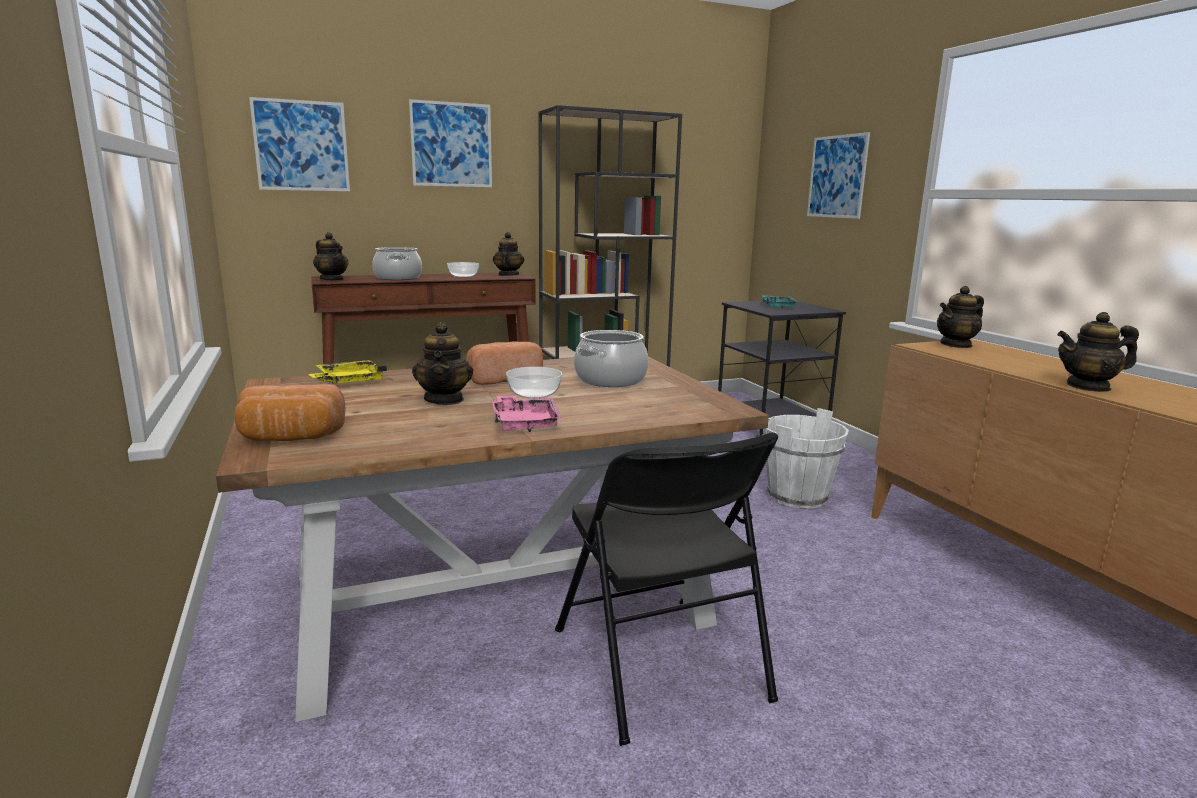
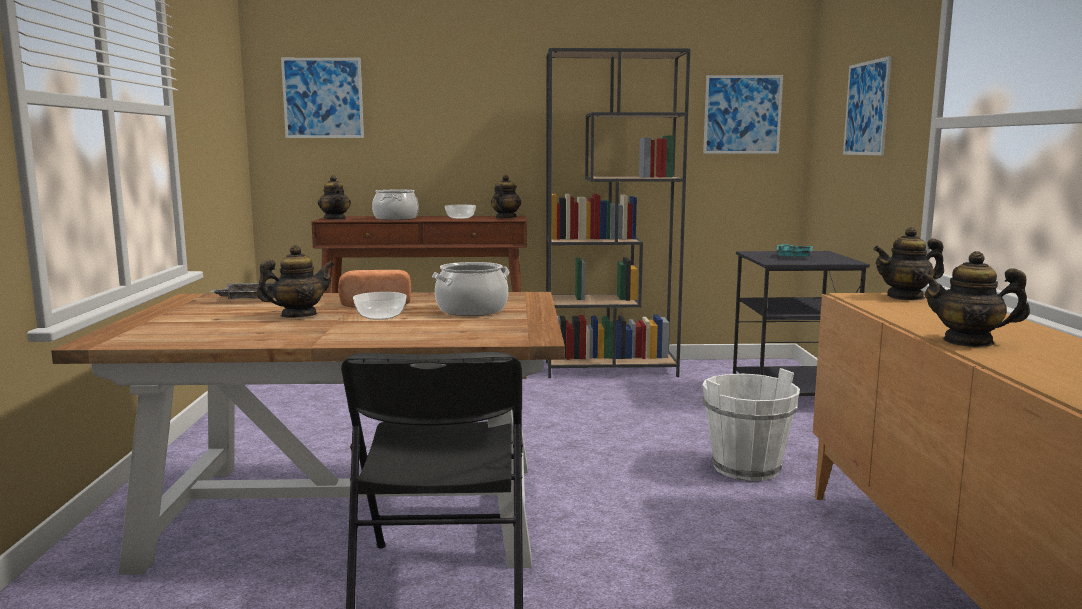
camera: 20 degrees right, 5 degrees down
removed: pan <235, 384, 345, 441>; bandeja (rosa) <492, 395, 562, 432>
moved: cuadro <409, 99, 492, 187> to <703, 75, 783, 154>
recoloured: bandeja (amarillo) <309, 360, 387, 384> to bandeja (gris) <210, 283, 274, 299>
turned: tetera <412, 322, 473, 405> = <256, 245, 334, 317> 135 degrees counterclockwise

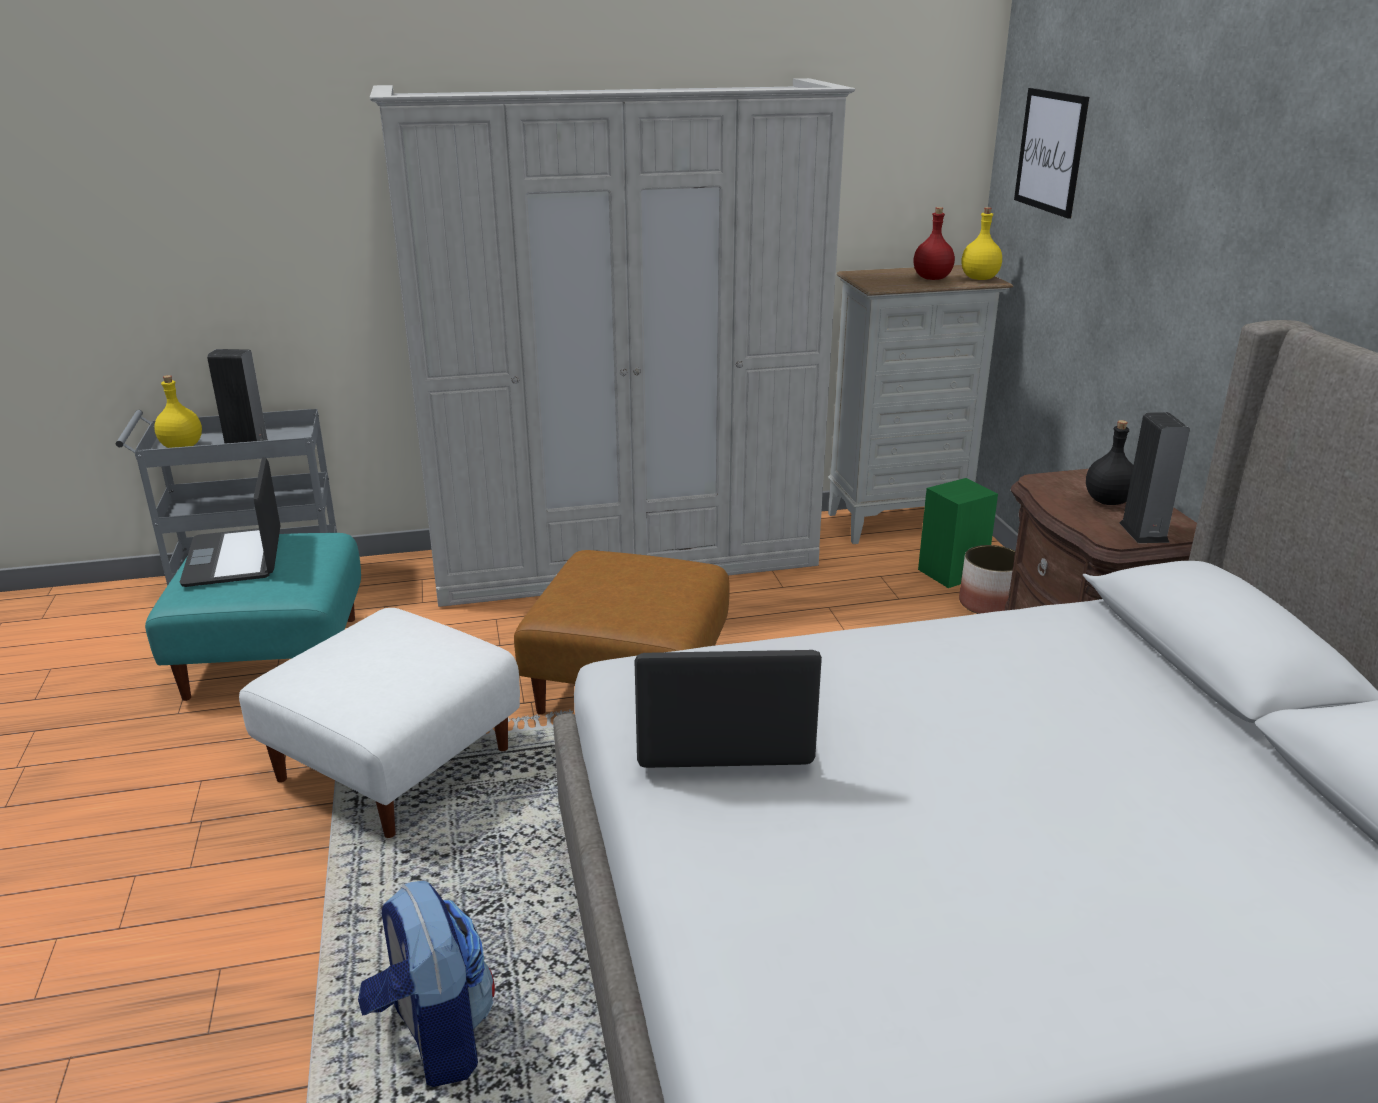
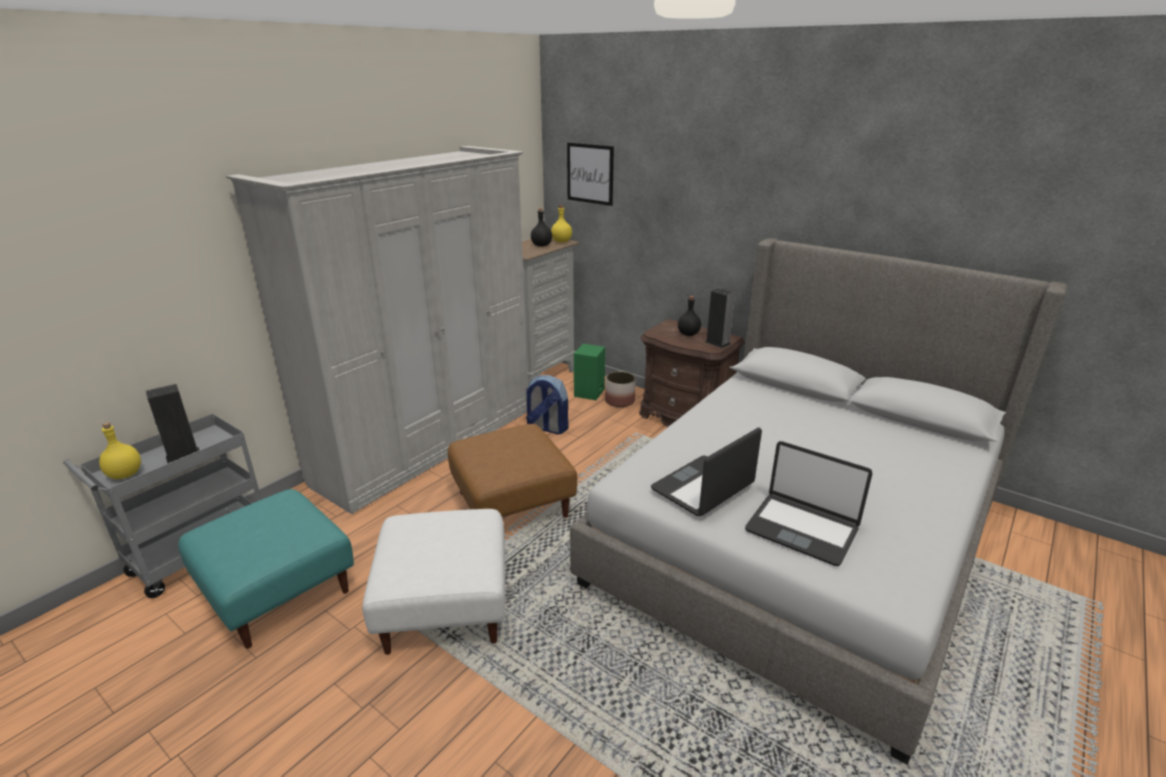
camera: 40 degrees left, 0 degrees up
moved: portátil <180, 457, 281, 587> to <745, 441, 872, 566>; mochila <358, 881, 495, 1087> to <526, 375, 569, 435>
recoloured: botella (rojo) <914, 207, 955, 280> to botella (negro) <531, 208, 552, 247>

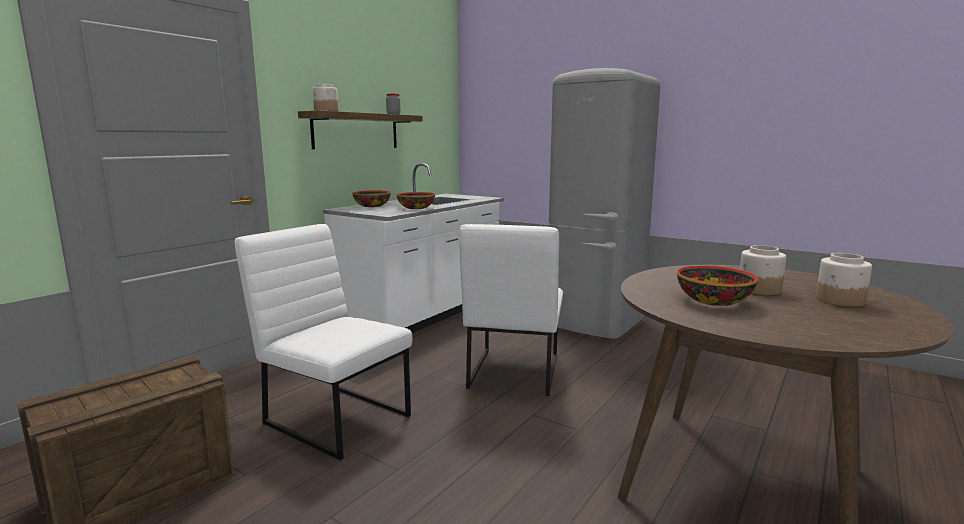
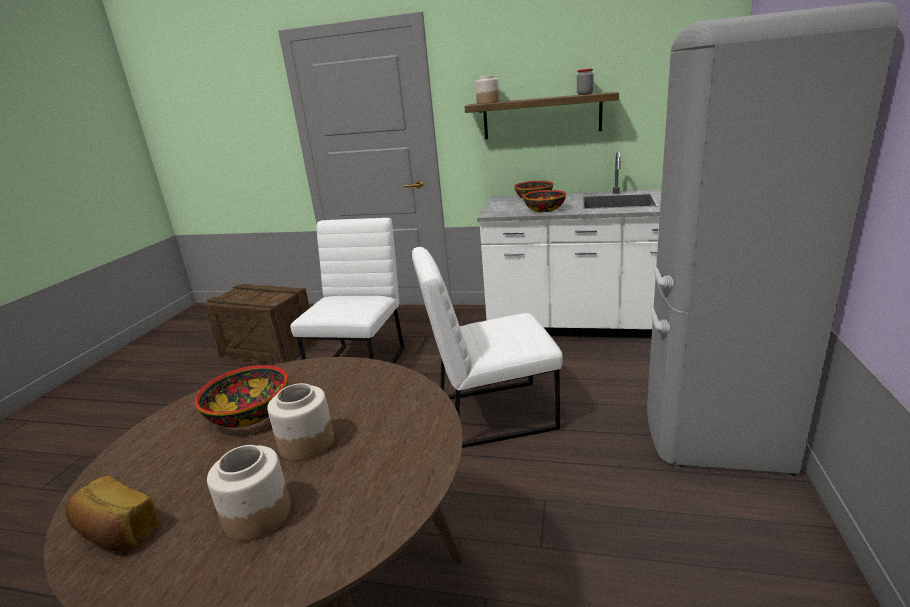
camera: 70 degrees right, 10 degrees up
added: pan <65, 476, 159, 551>

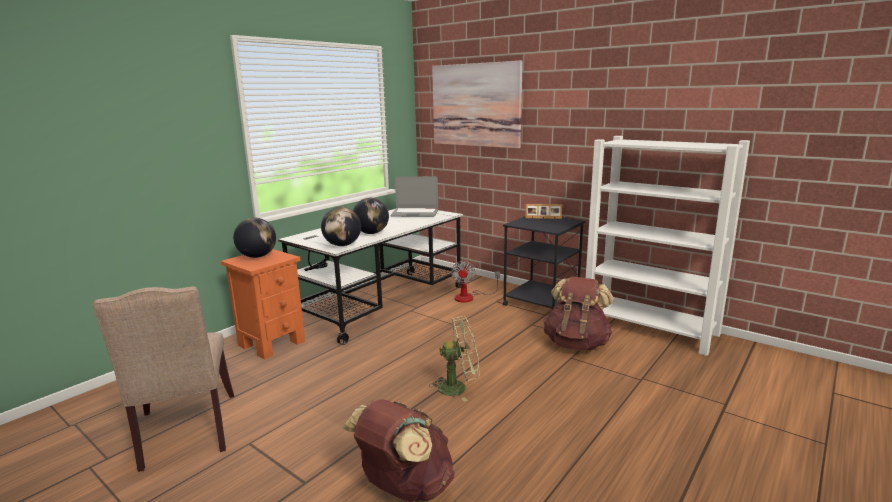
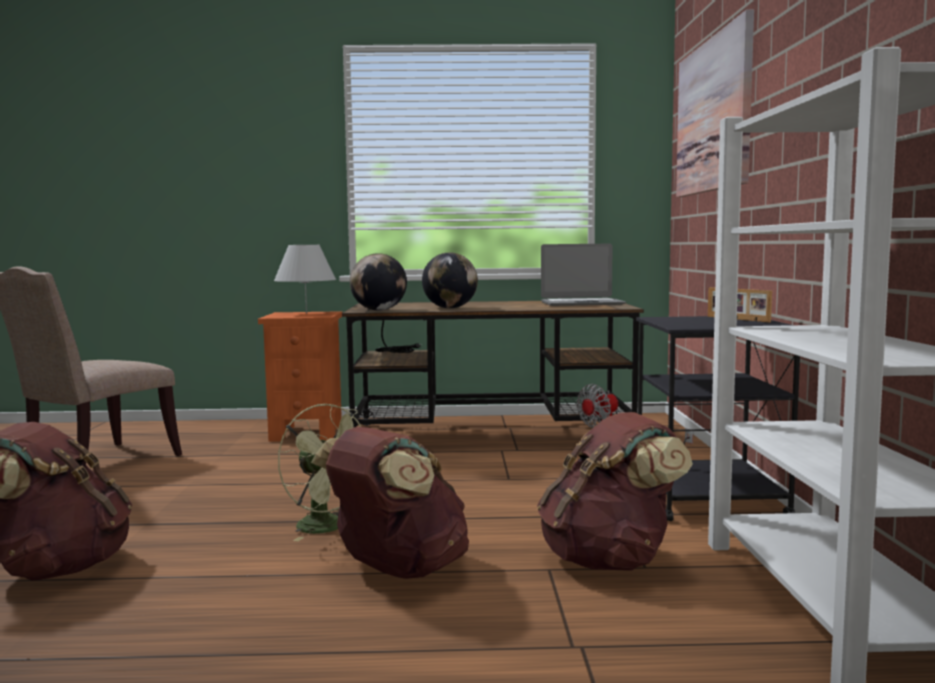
camera: 50 degrees right, 10 degrees down
added: mochila (marrón) <311, 427, 469, 579>
replaced: globo terráqueo <233, 218, 276, 258> to lámpara de mesa (blanco) <274, 245, 336, 314>
recoloured: escritorio (blanco) <278, 208, 463, 345> to escritorio (marrón) <342, 301, 644, 427>
turned: portátil <390, 176, 438, 217> = <541, 244, 626, 306> 60 degrees counterclockwise

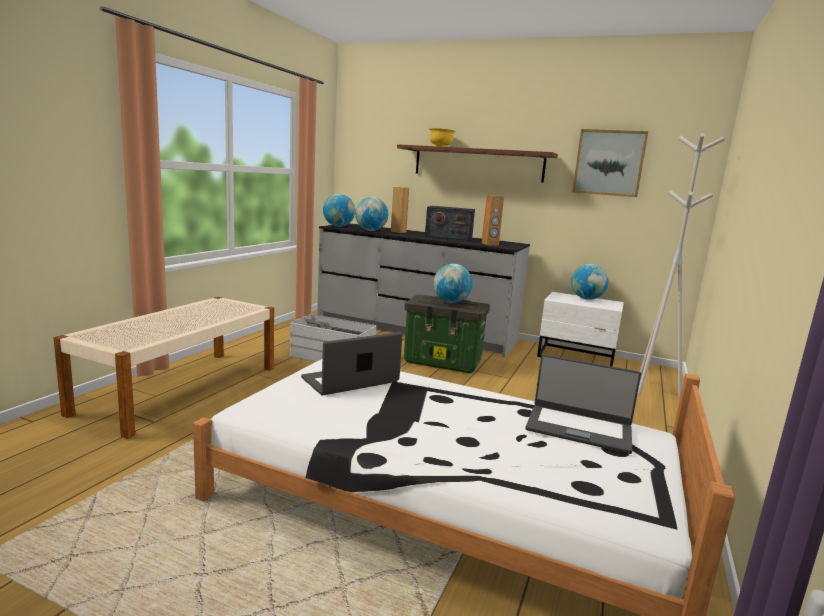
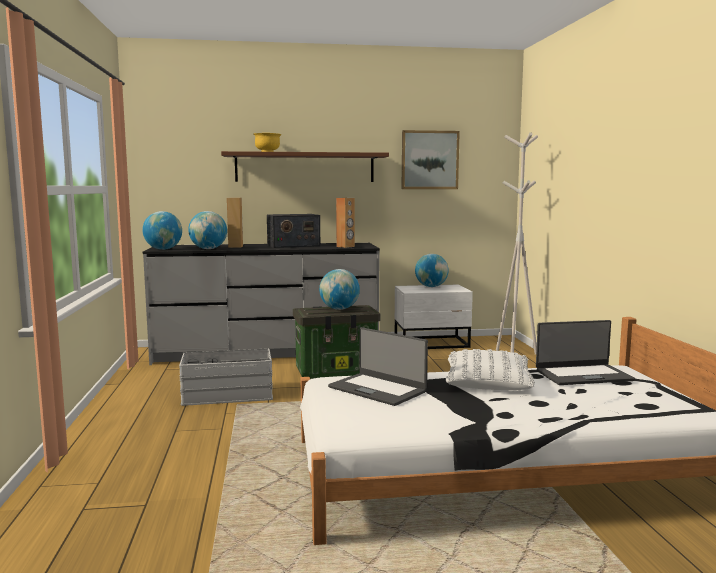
camera: 30 degrees left, 5 degrees down
removed: banco (beis) <53, 296, 274, 439>
added: cojín (blanco) <446, 349, 535, 390>
turned: portátil <301, 332, 403, 396> = <328, 327, 428, 406> 75 degrees counterclockwise

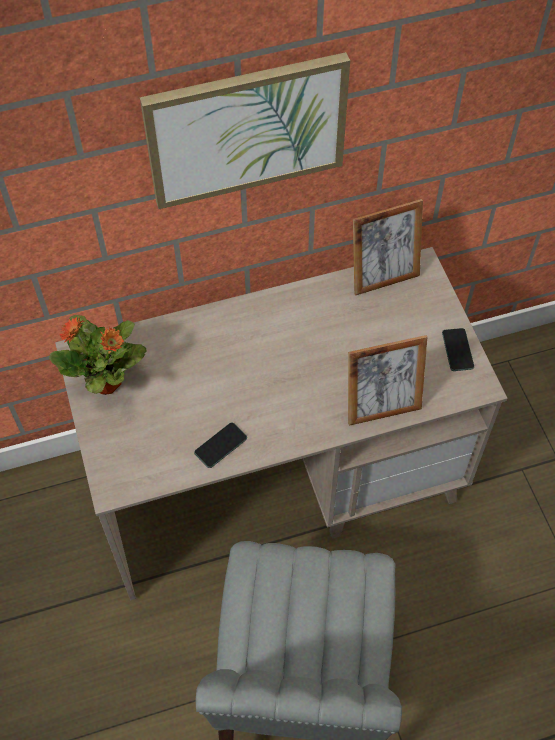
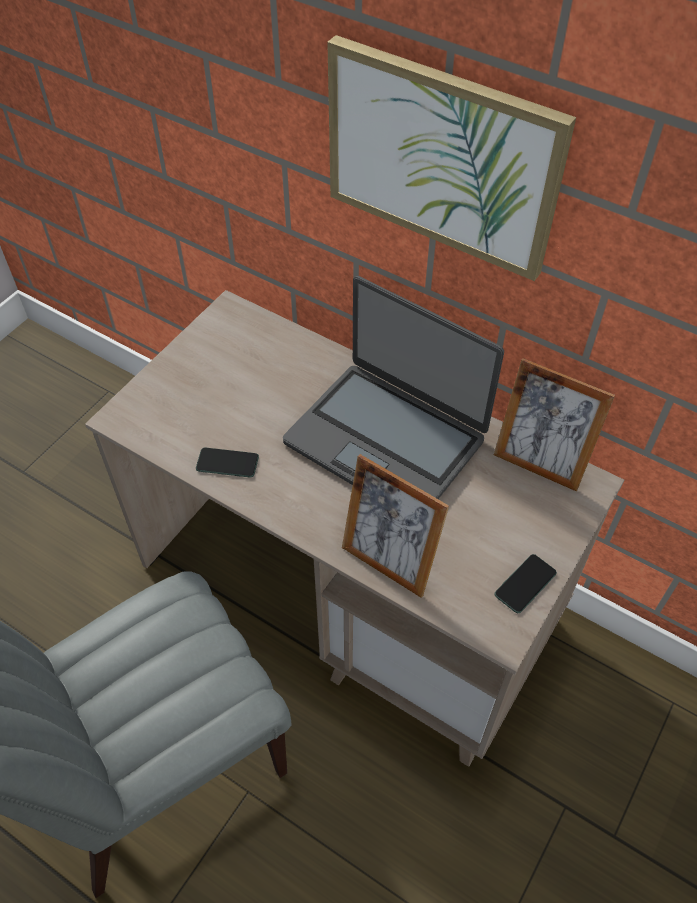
camera: 50 degrees right, 5 degrees down
removed: planta en maceta <49, 315, 147, 395>
added: portátil <283, 276, 504, 499>

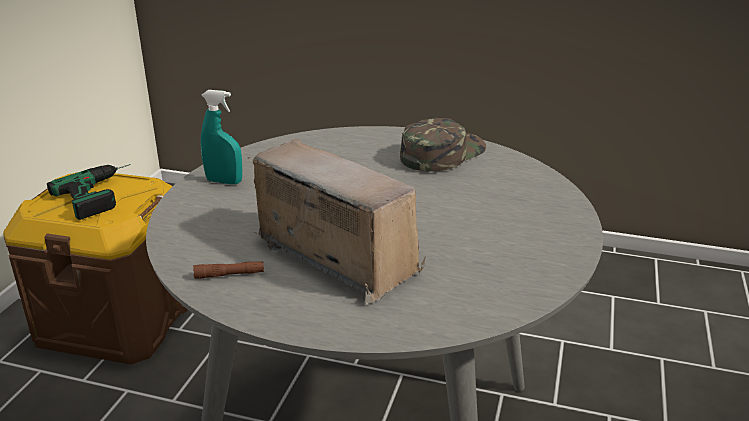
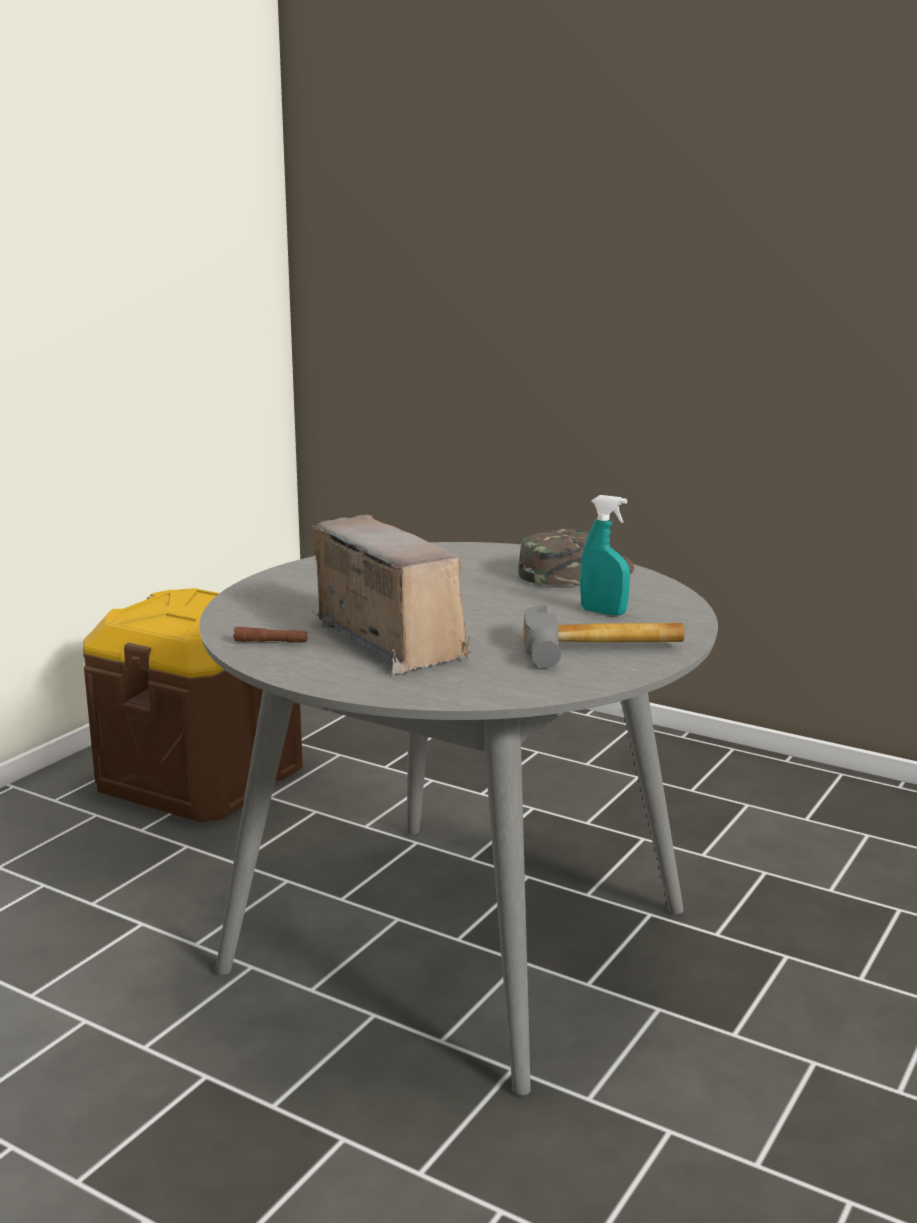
camera: 15 degrees right, 10 degrees down
removed: taladro <47, 164, 131, 220>
added: martillo <524, 605, 684, 668>
moved: pulverizador (turquesa) <201, 90, 242, 185> to <580, 495, 630, 616>

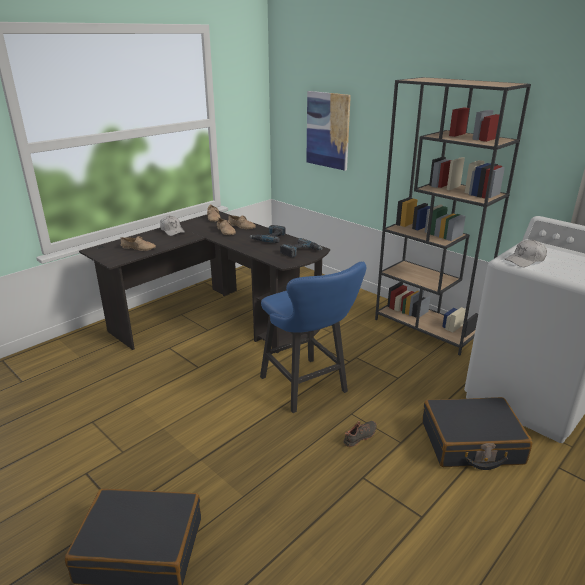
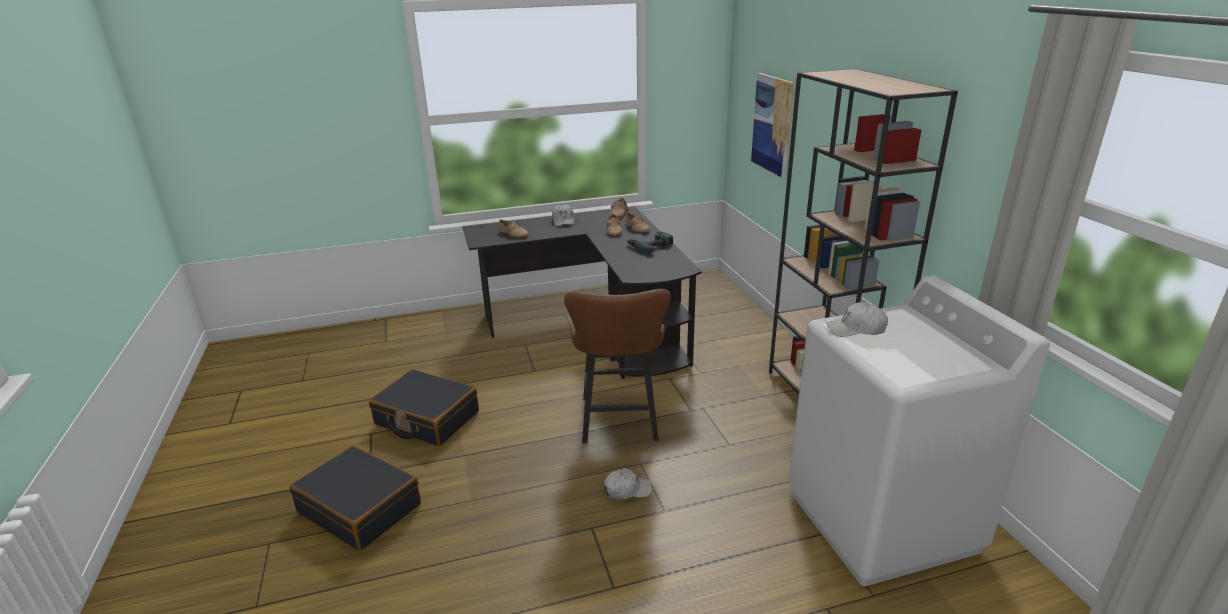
camera: 30 degrees right, 0 degrees up
removed: taladro <280, 238, 322, 258>
moved: maleta (negro) <422, 397, 533, 470> to <369, 369, 479, 447>
replaced: zapato (negro) <343, 421, 377, 447> to gorra (blanco) <604, 468, 652, 499>
recoloured: taburete (azul) <260, 262, 366, 413> to taburete (marrón) <564, 289, 671, 443>

